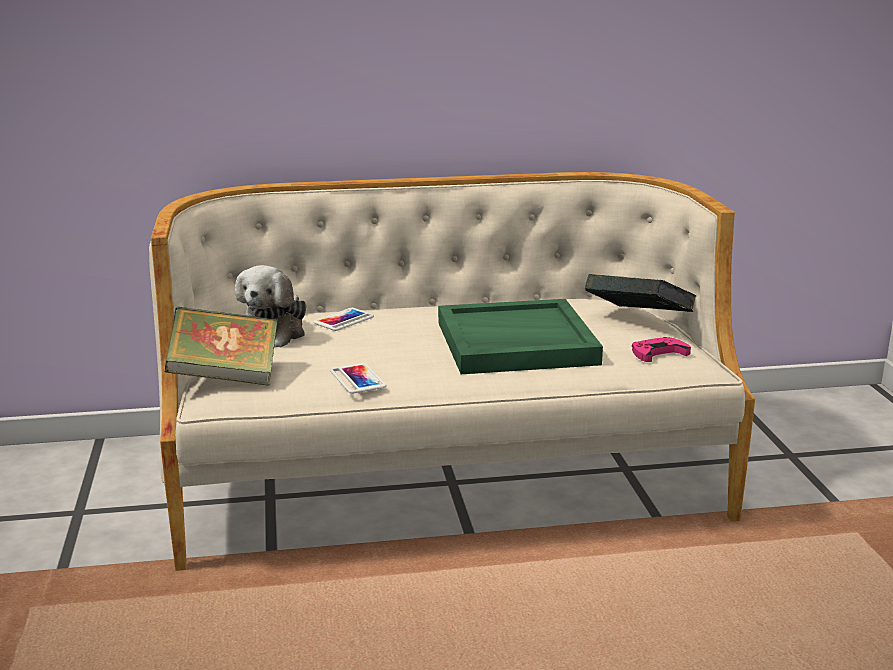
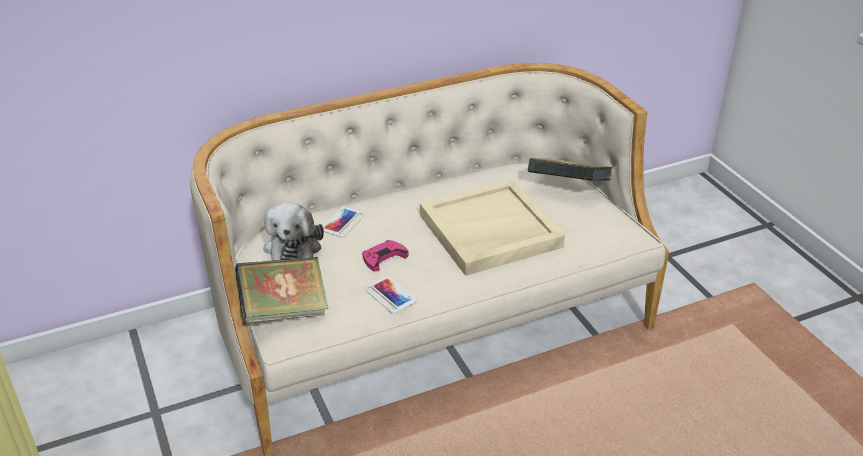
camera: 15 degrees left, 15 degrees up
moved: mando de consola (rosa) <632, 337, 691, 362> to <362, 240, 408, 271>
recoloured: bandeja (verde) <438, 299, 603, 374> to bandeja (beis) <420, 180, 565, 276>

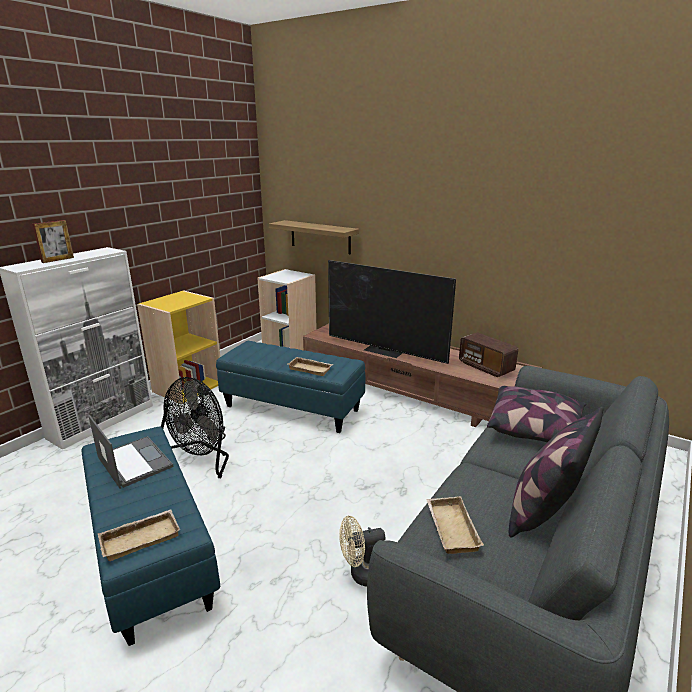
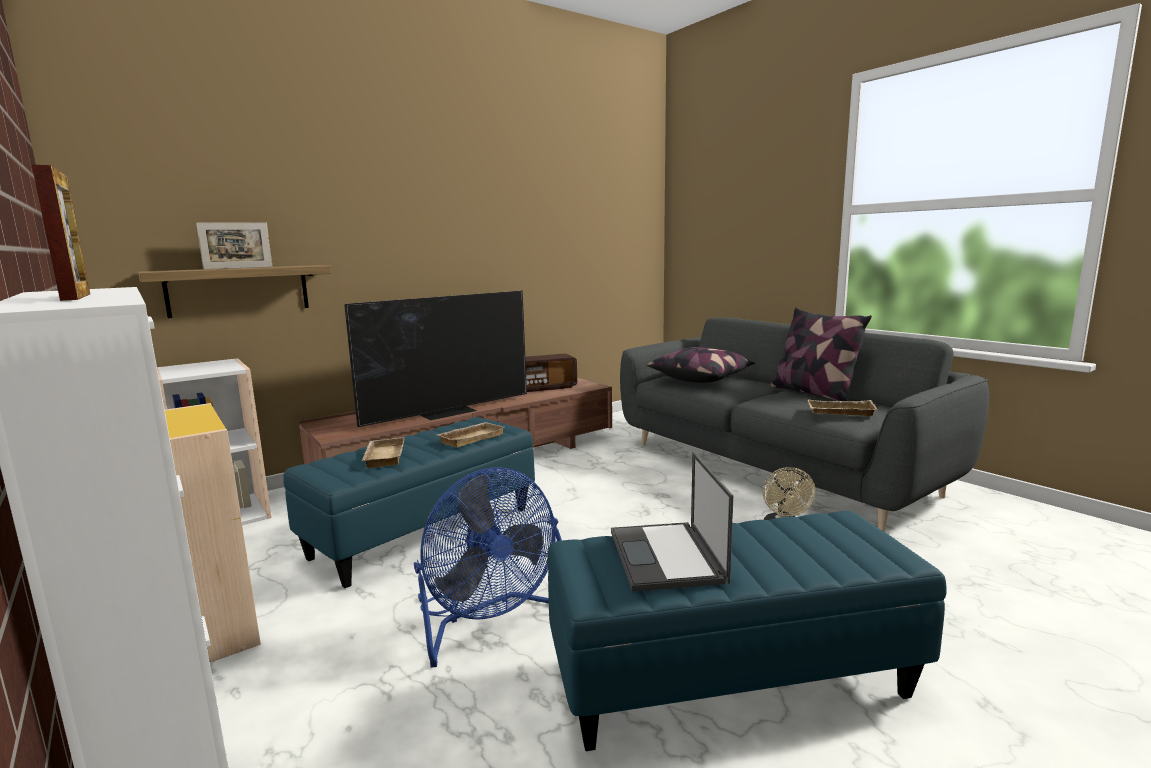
camera: 70 degrees left, 10 degrees down
added: portarretratos <196, 222, 273, 269>
moved: bandeja (beis) <98, 509, 180, 561> to <362, 437, 404, 468>
recoloured: ventilador (negro) <161, 377, 229, 478> to ventilador (azul) <414, 468, 562, 668>
turned: portátil <89, 415, 174, 489> = <611, 452, 733, 592> 75 degrees counterclockwise

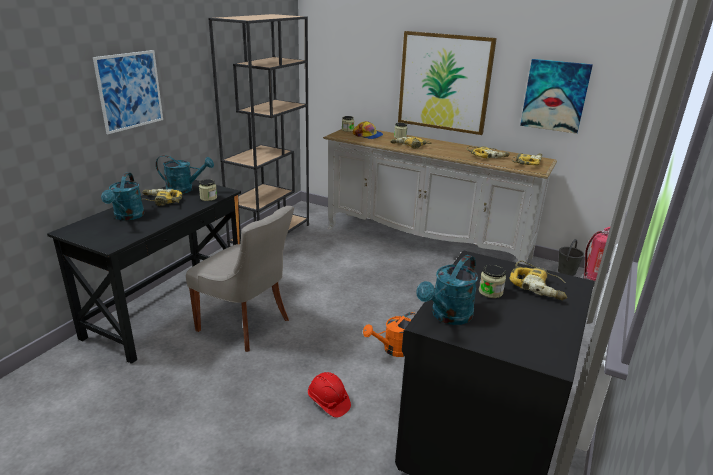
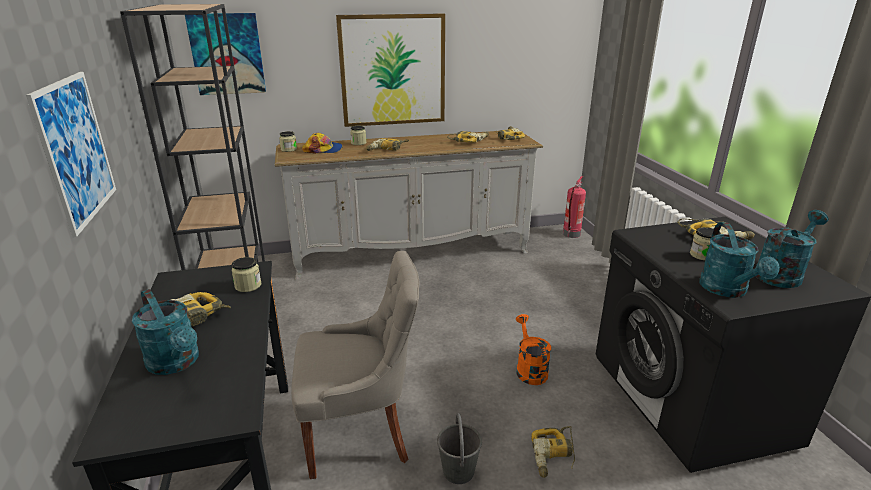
camera: 40 degrees left, 0 degrees up
moved: cuadro <520, 59, 593, 134> to <185, 13, 266, 95>; regadera (turquesa) <156, 155, 214, 194> to <756, 210, 829, 288>; cubo (gris) <558, 239, 584, 276> to <437, 413, 482, 484>
replaced: casco (rojo) <308, 372, 351, 417> to taladro <531, 426, 575, 478>
turned: regadera (naranja) <363, 312, 415, 357> = <516, 314, 551, 385> 150 degrees clockwise

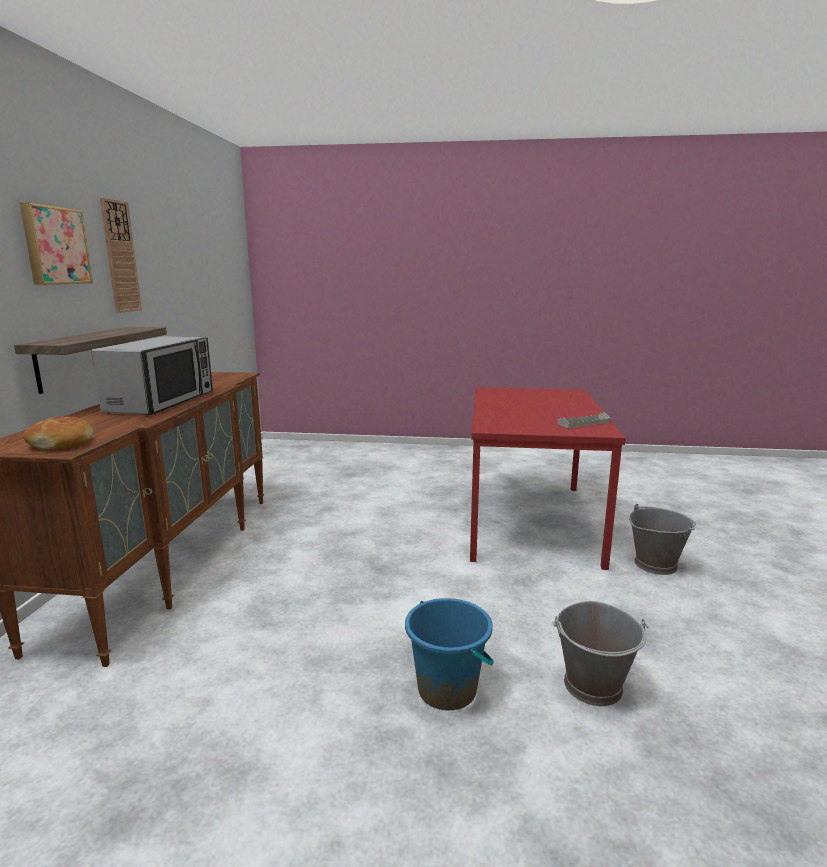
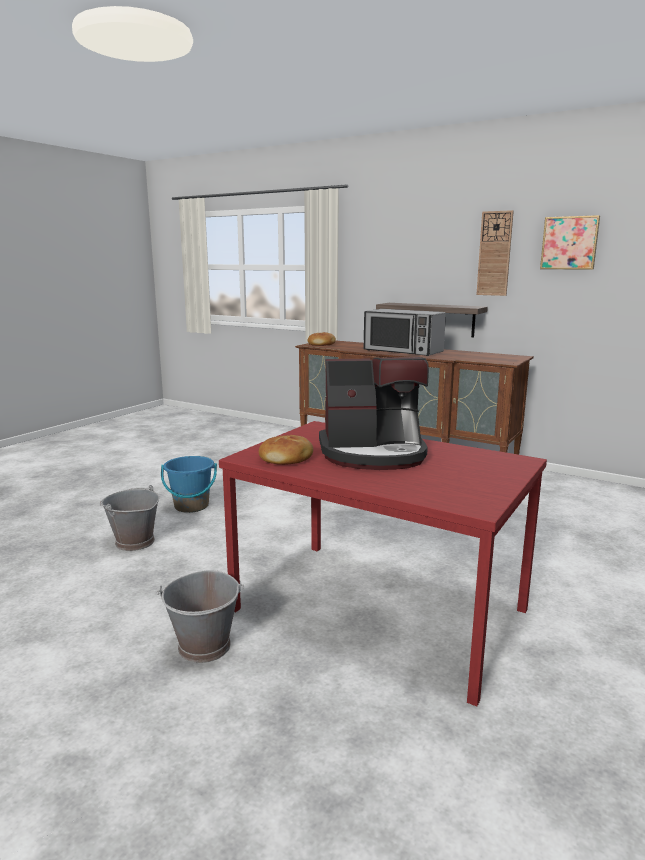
camera: 115 degrees right, 0 degrees up
added: cafetera <319, 357, 429, 470>
moved: cuadro <20, 202, 93, 285> to <540, 215, 600, 270>
replaced: bandeja (gris) <558, 412, 610, 428> to pan <259, 435, 313, 465>

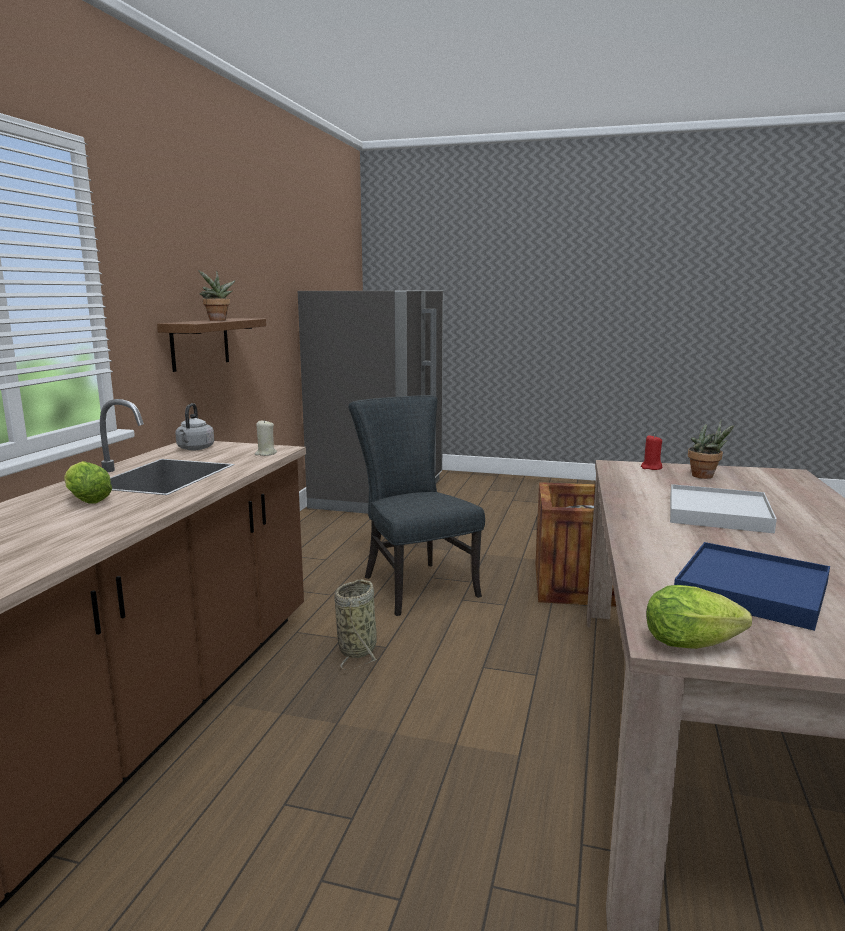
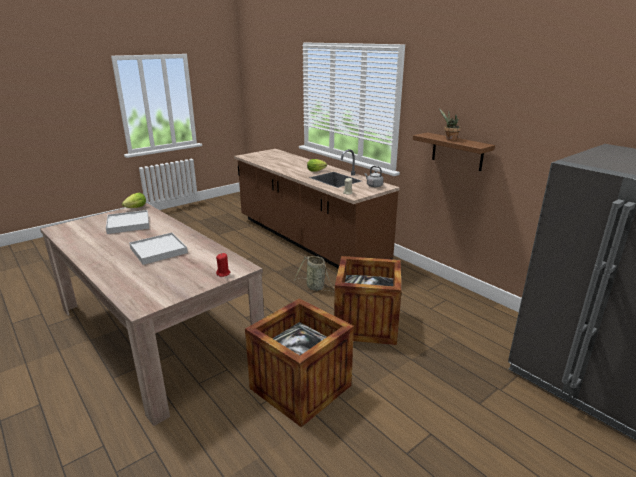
camera: 125 degrees right, 10 degrees up
removed: planta en maceta <688, 419, 735, 479>
replaced: silla (gris) <348, 395, 485, 616> to caja de embalaje <334, 256, 402, 345>
recoloured: bandeja (azul) <674, 542, 830, 631> to bandeja (blanco) <106, 210, 149, 234>

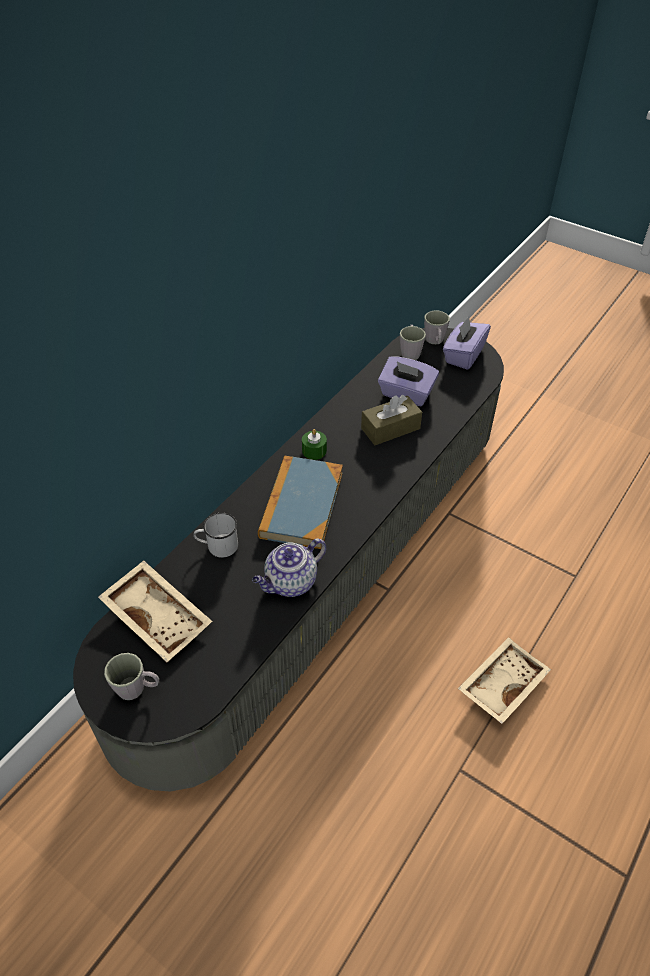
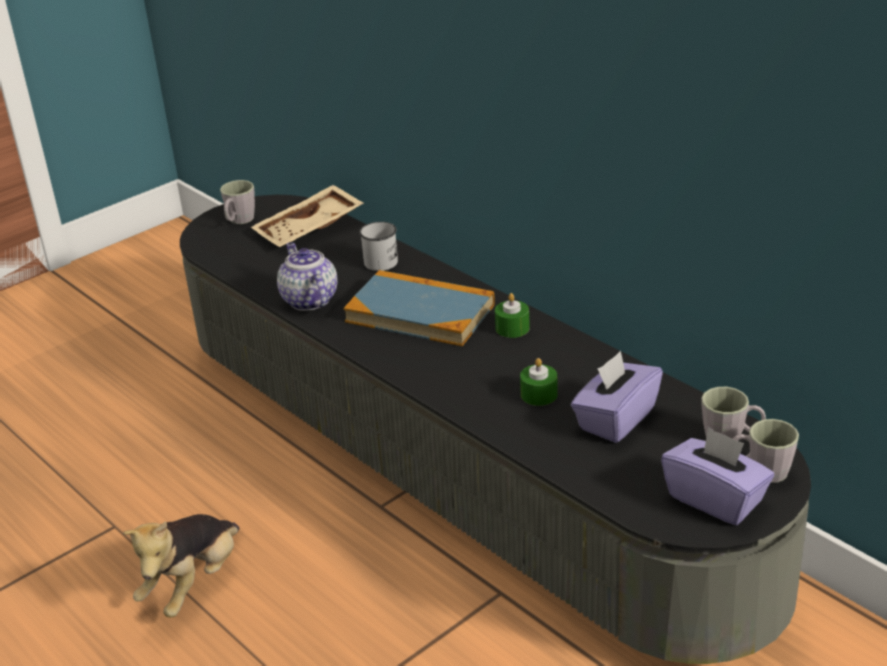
camera: 105 degrees right, 15 degrees down
replaced: caja de pañuelos (marrón) <361, 395, 422, 445> to vela (verde) <520, 358, 558, 406>; bandeja (beis) <458, 637, 551, 724> to peluche <123, 514, 239, 617>

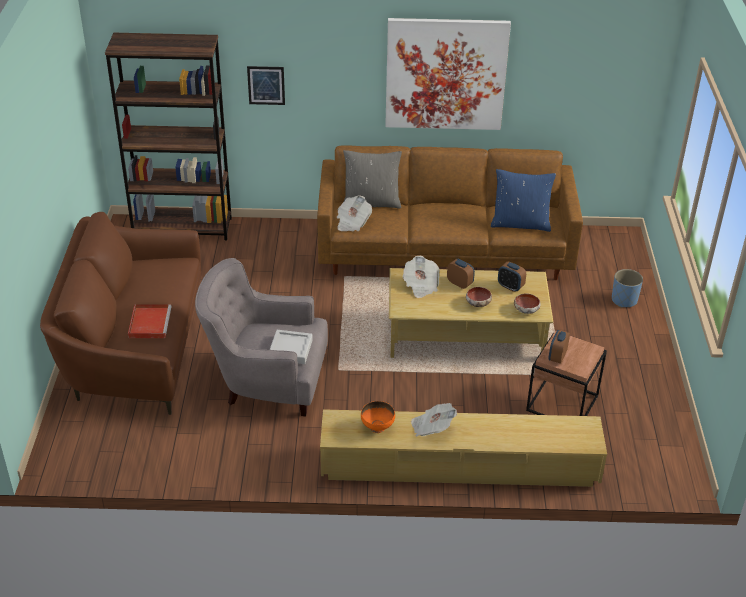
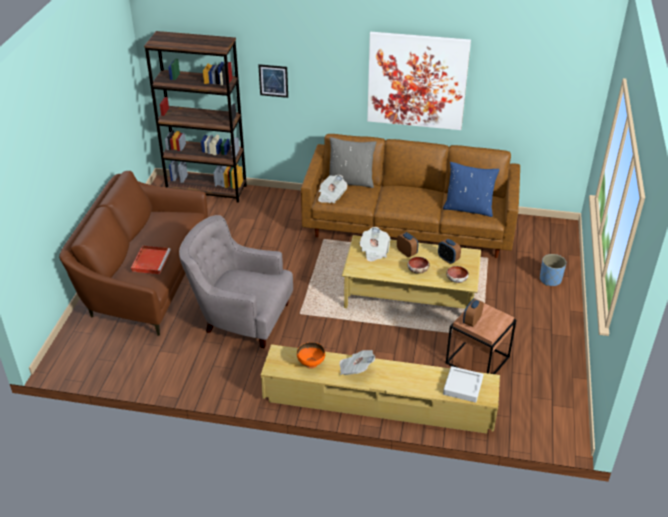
camera: 10 degrees right, 0 degrees up
moved: bandeja (gris) <270, 330, 313, 364> to <443, 366, 483, 403>

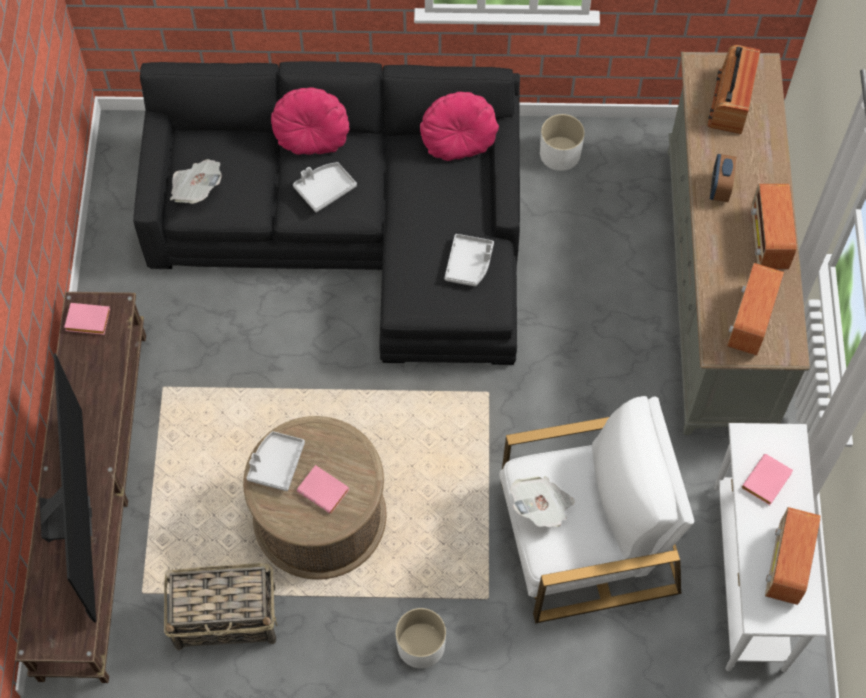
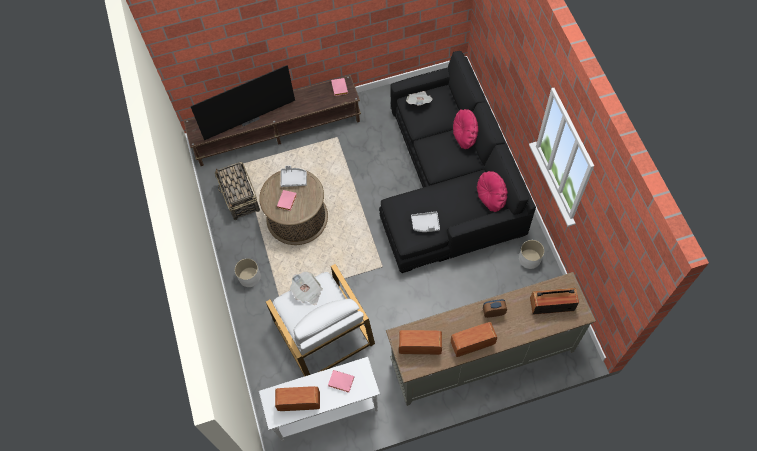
camera: 75 degrees right, 0 degrees up
removed: bandeja (gris) <293, 162, 357, 212>

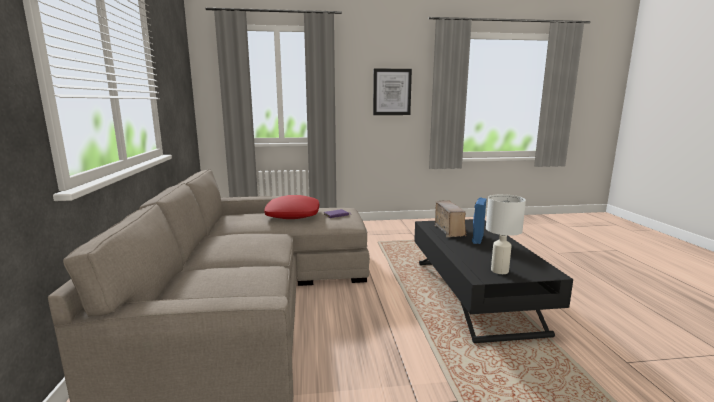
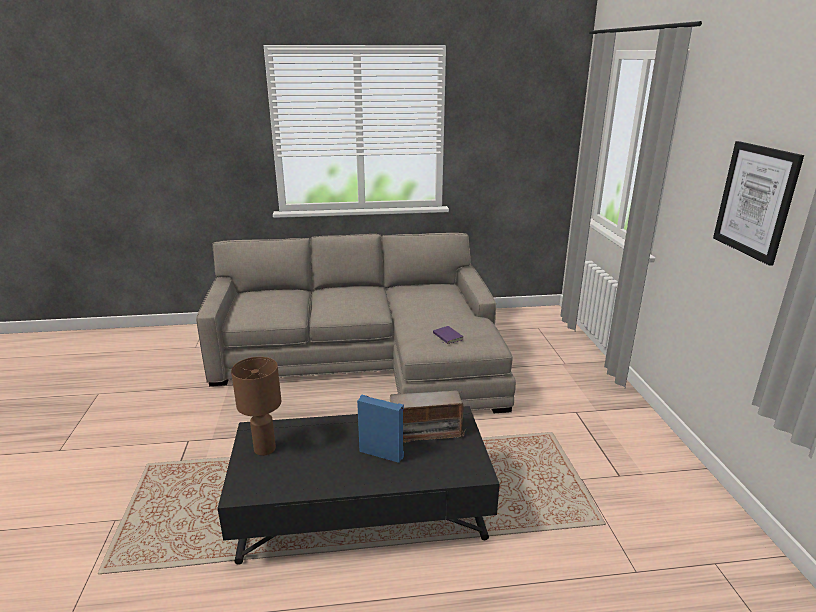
camera: 90 degrees right, 10 degrees up
removed: cojín (rojo) <264, 195, 319, 219>
recoloured: lámpara de mesa (blanco) <486, 194, 526, 274> to lámpara de mesa (marrón) <231, 357, 281, 456>

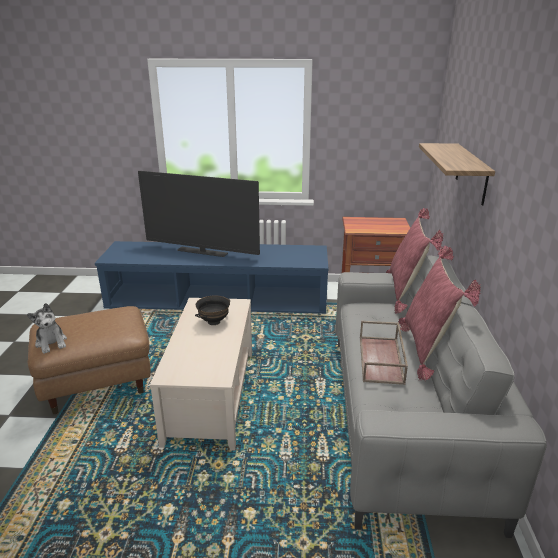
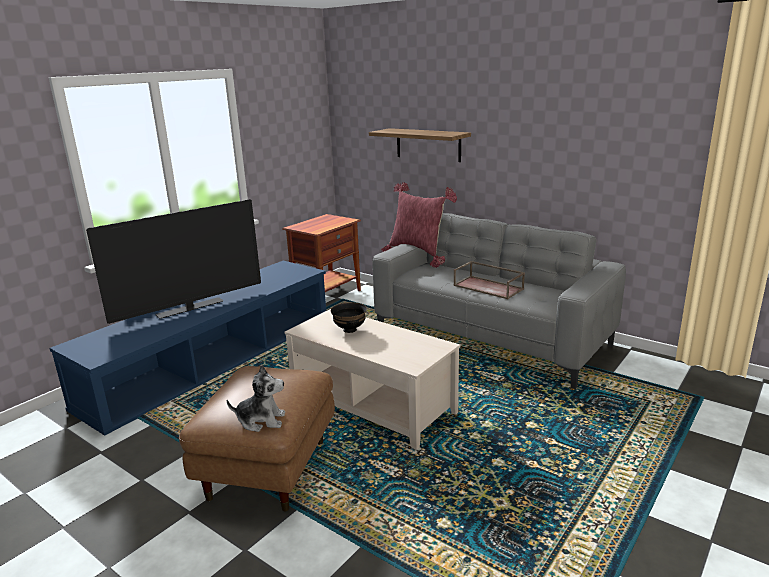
camera: 55 degrees left, 5 degrees down
removed: cojín (rojo) <398, 245, 481, 381>

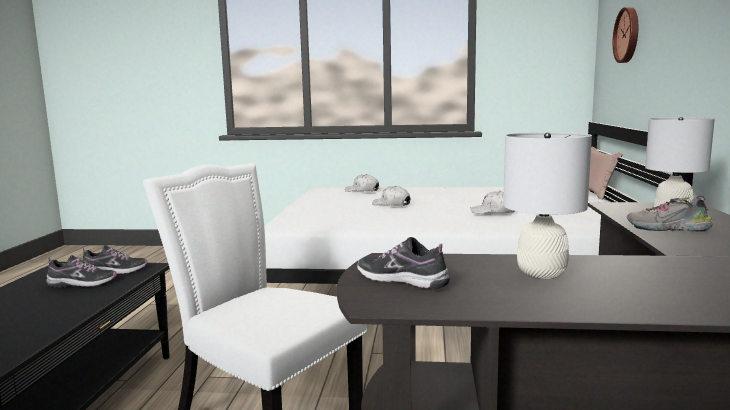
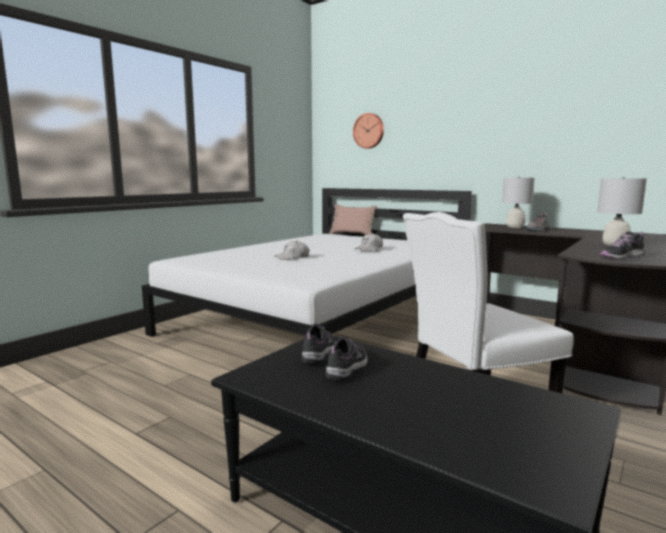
camera: 60 degrees left, 0 degrees up
removed: gorra (blanco) <345, 174, 379, 192>

